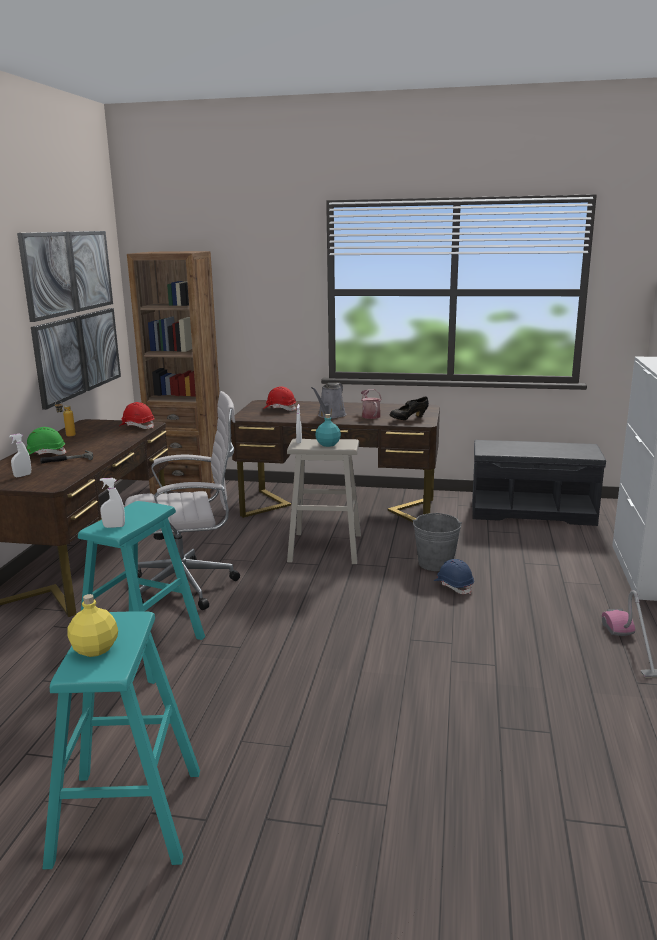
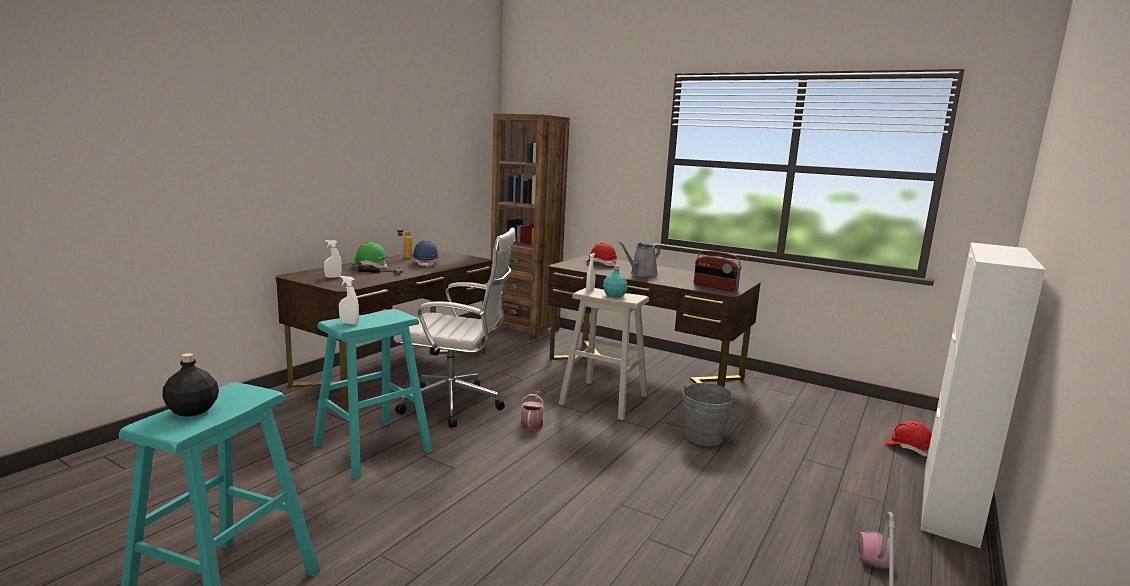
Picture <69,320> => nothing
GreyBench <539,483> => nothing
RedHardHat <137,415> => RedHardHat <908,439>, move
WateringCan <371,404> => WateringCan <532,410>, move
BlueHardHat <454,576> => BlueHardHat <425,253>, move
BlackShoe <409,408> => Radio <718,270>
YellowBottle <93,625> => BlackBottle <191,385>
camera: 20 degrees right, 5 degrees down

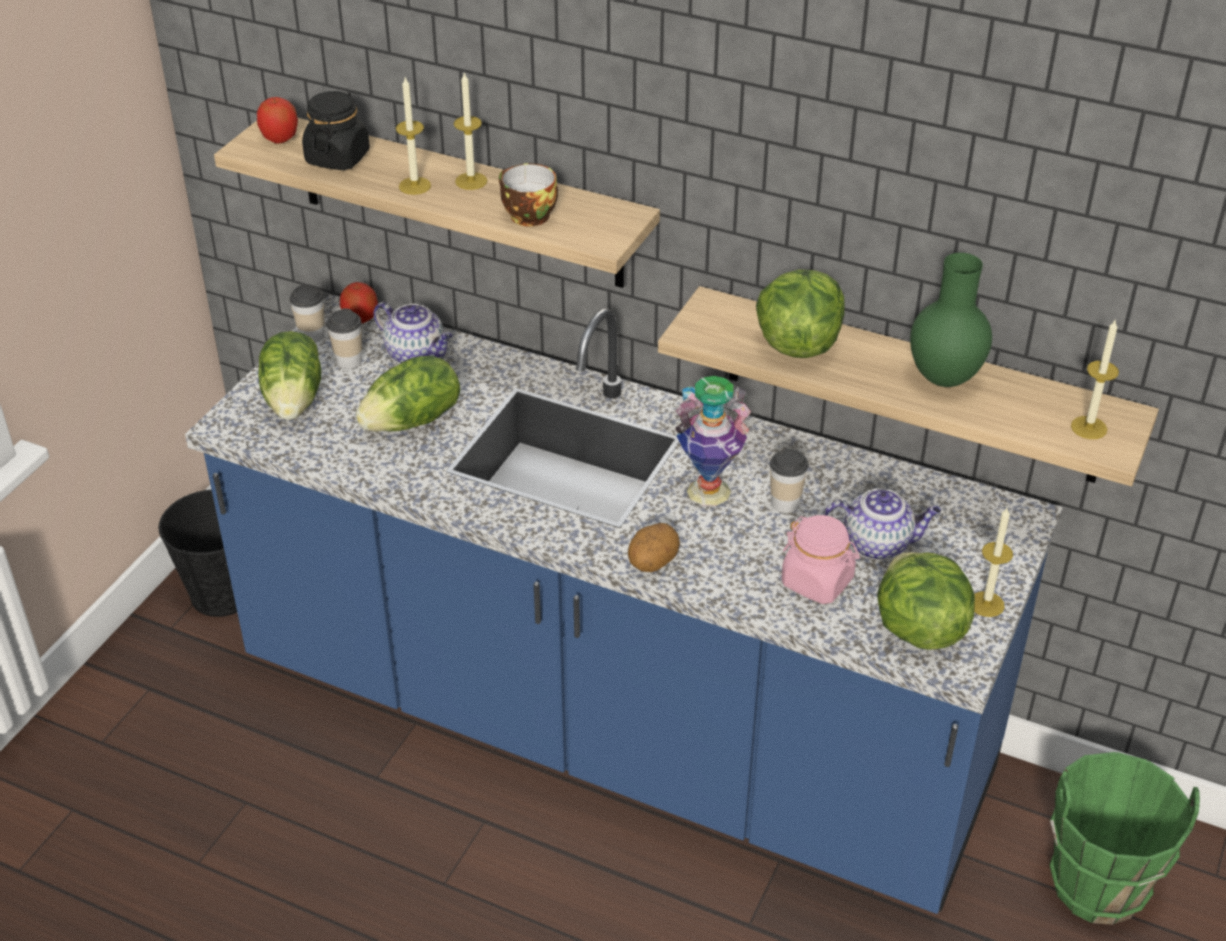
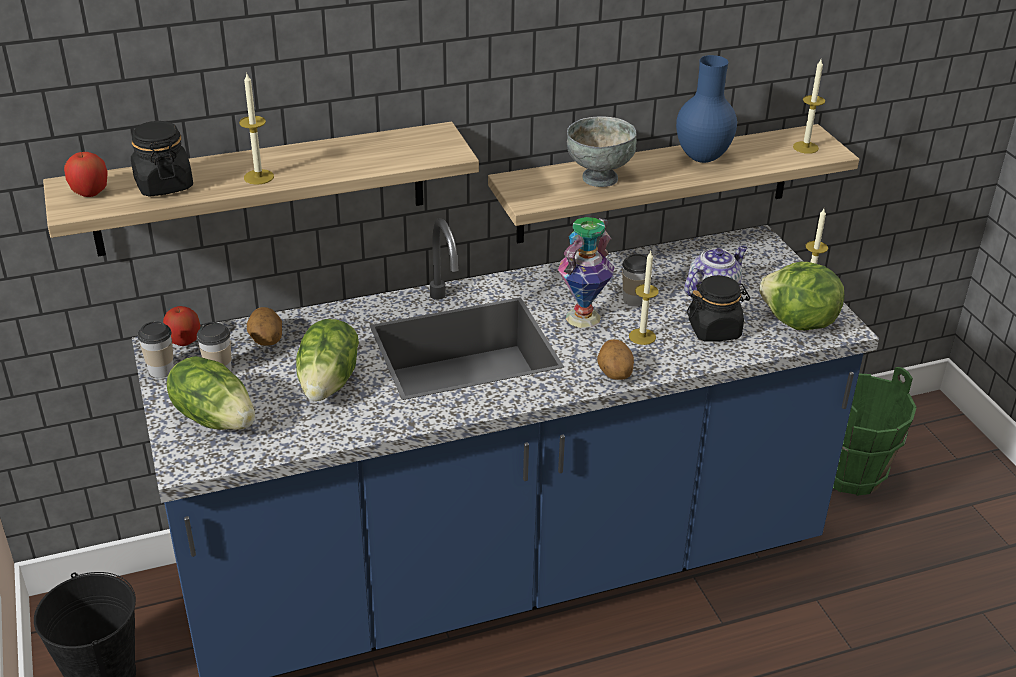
Cup <528,194> => nothing
Candle <470,131> => Candle <644,298>, move
Teapot <413,332> => Potato <264,326>
Lettuce <800,313> => GreyBowl <602,151>
PinkJar <821,559> => BlackJar <718,308>
GreenVase <951,320> => BlueVase <706,109>
camera: 45 degrees left, 5 degrees down

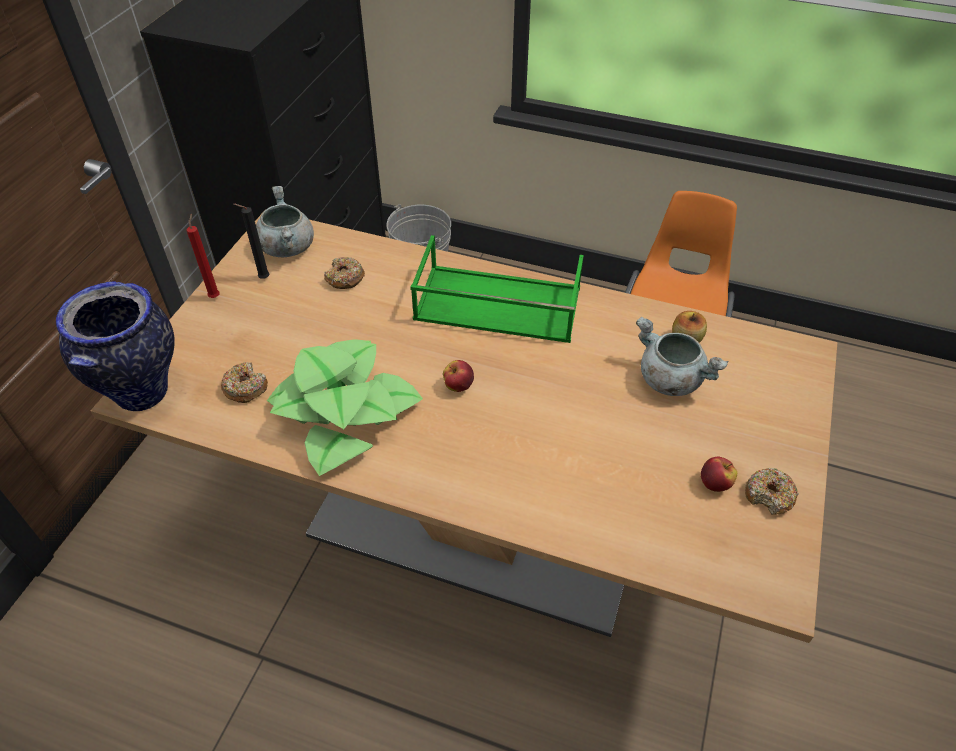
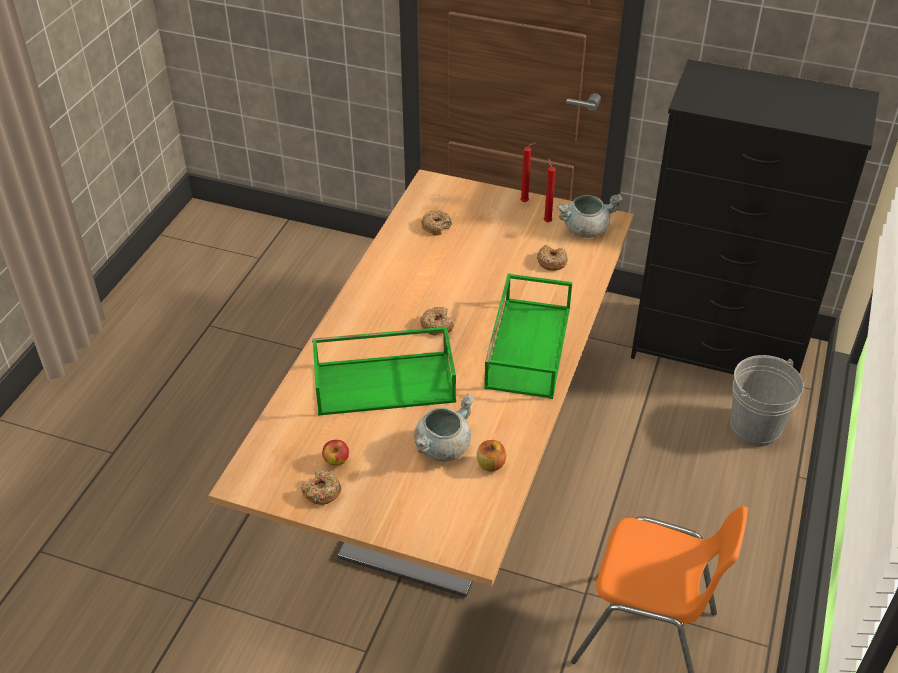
Vase <115,346> => nothing
PottedPlant <345,407> => nothing
nothing => GreenTray <384,371>
Apple <458,376> => Donut <437,321>
BlackCandle <252,241> => RedCandle <550,190>
camera: 90 degrees right, 5 degrees down

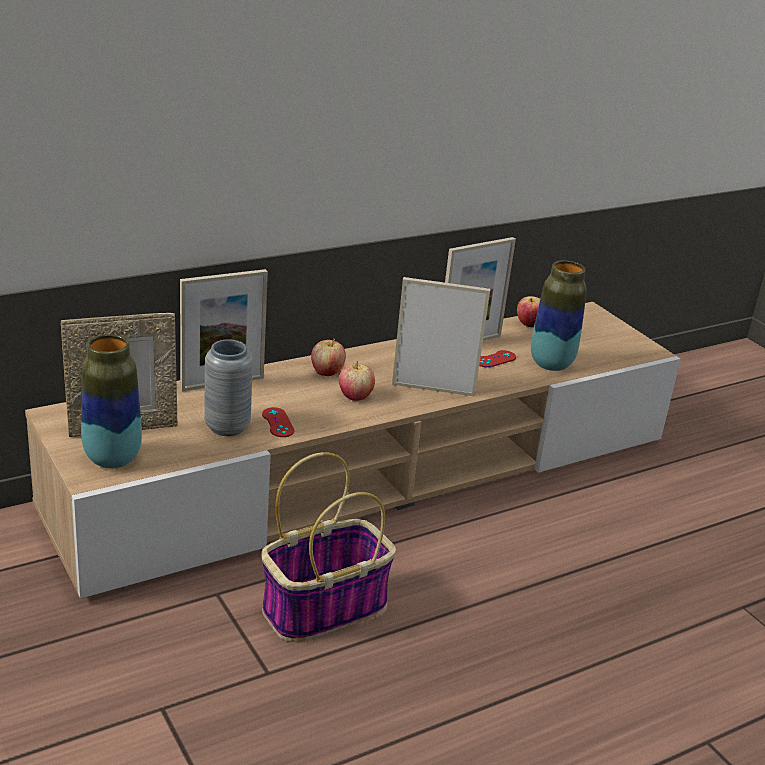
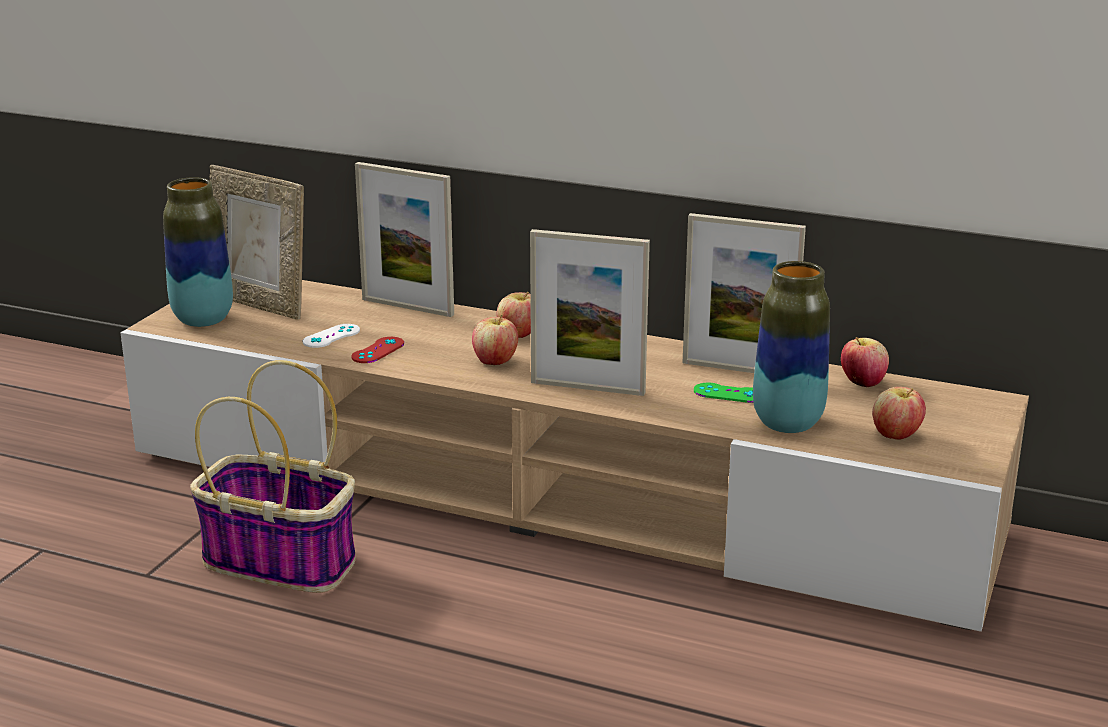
nothing => Apple <899,413>
GreyVase <228,387> => WhiteGameController <331,336>
RedGameController <497,359> => GreenGameController <724,392>
PictureFrame <441,337> => PictureFrame <590,312>, 135 degrees clockwise
camera: 55 degrees right, 5 degrees down

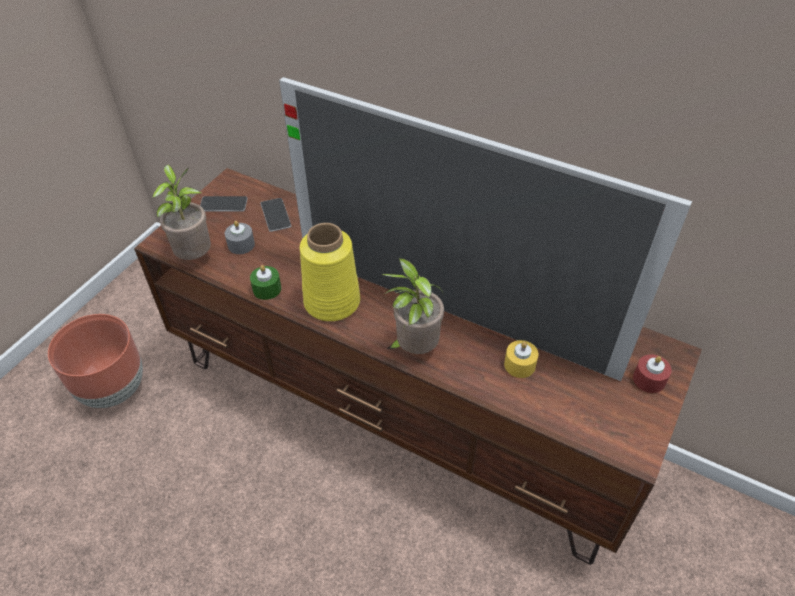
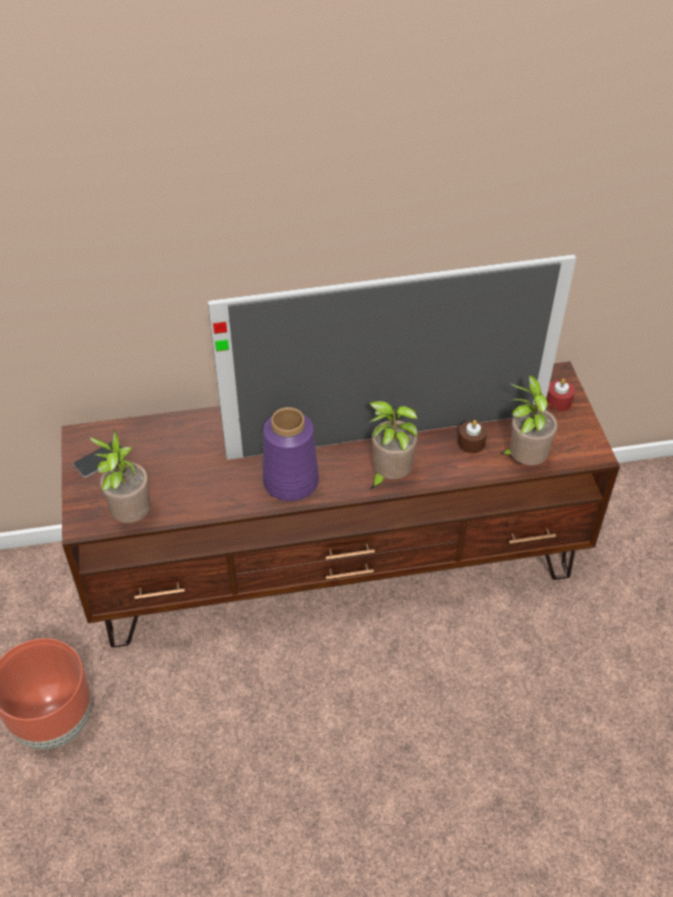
GreyCandle <240,237> => nothing
GreenCandle <265,282> => nothing
Phone <276,215> => nothing
nothing => PottedPlant <529,419>
YellowVase <330,272> => PurpleVase <291,454>
YellowCandle <521,359> => BrownCandle <472,436>
camera: 40 degrees left, 0 degrees up

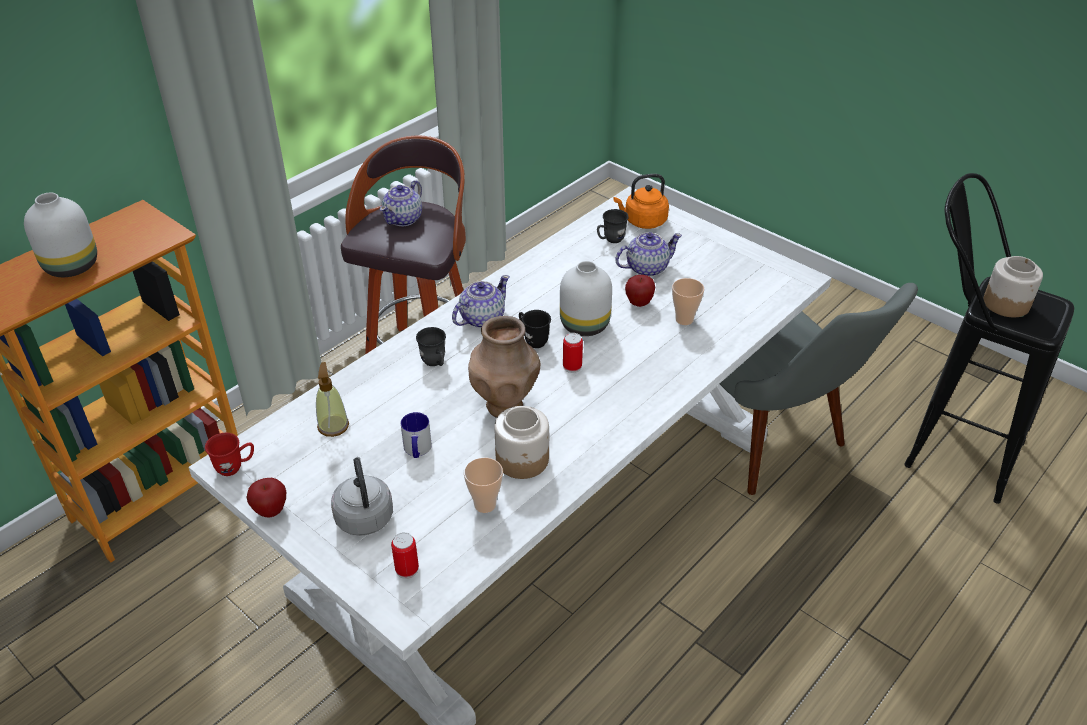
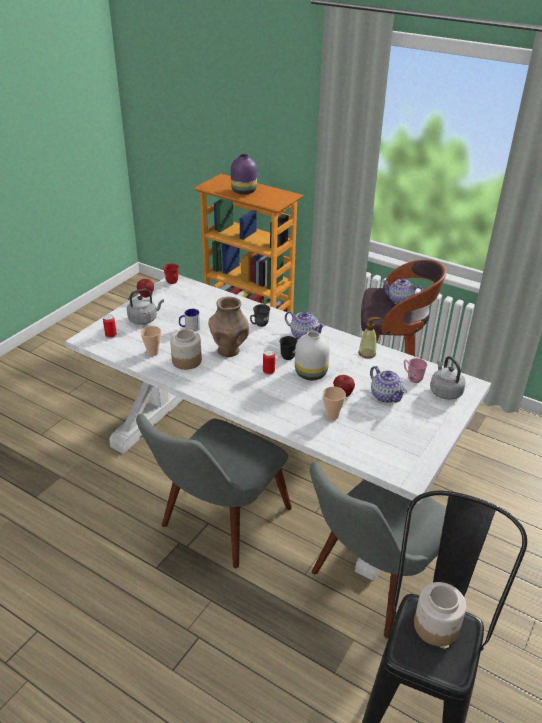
nothing => GreyChair <214,491>
SoapDispenser <332,399> => SoapDispenser <369,338>, move
WhiteVase <60,235> => PurpleVase <244,174>
GreyMug <613,226> => PinkMug <415,370>
OrangeKettle <641,201> => GreyKettle <448,378>
camera: 80 degrees right, 5 degrees down

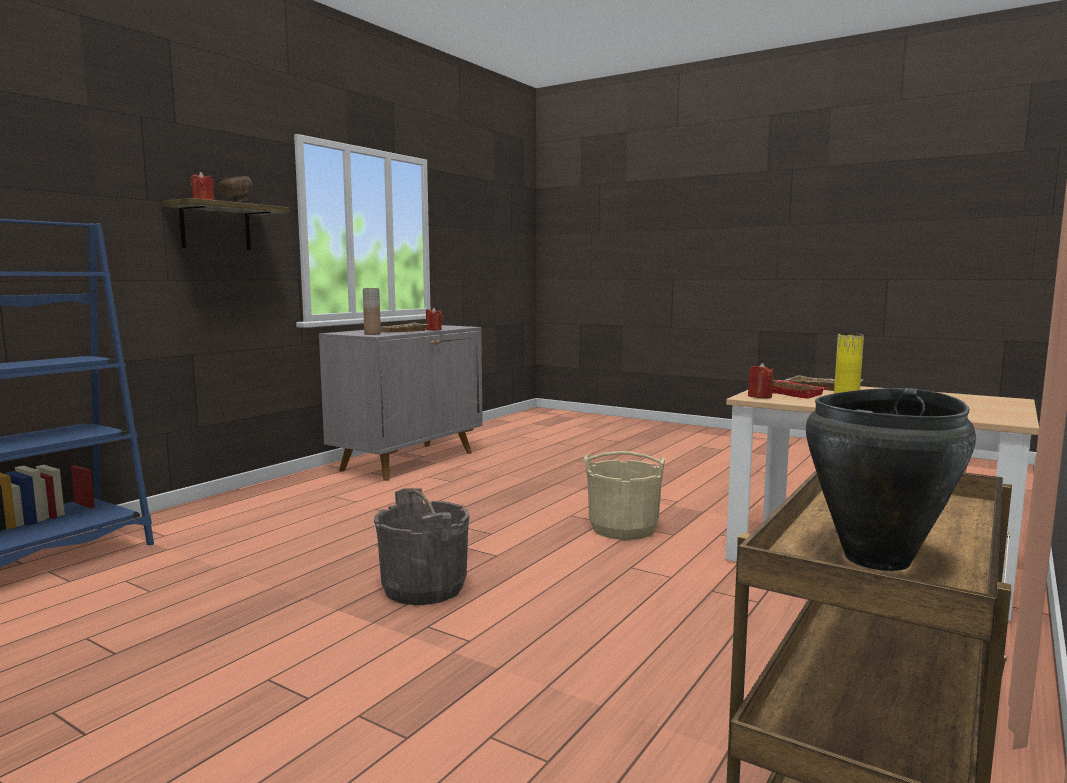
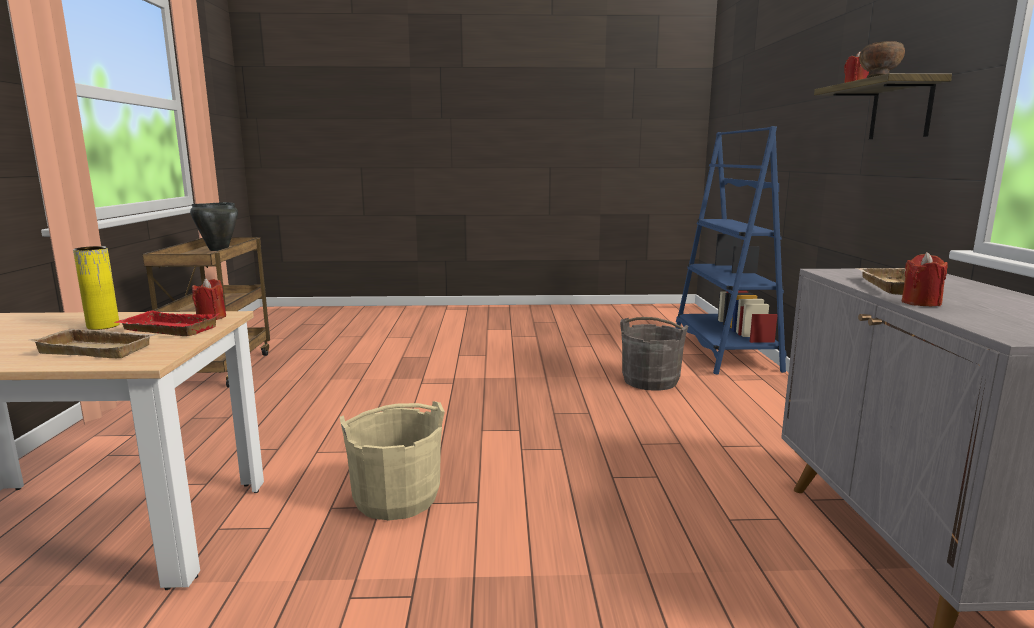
BrownVase <372,311> => nothing
GreyBucket <422,546> => GreyBucket <654,354>, move
camera: 145 degrees right, 5 degrees up

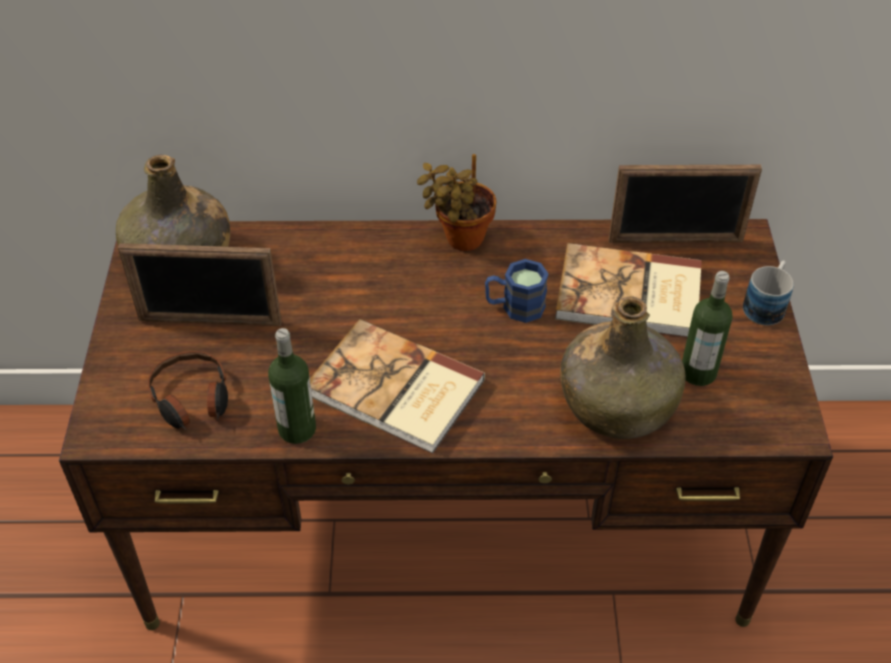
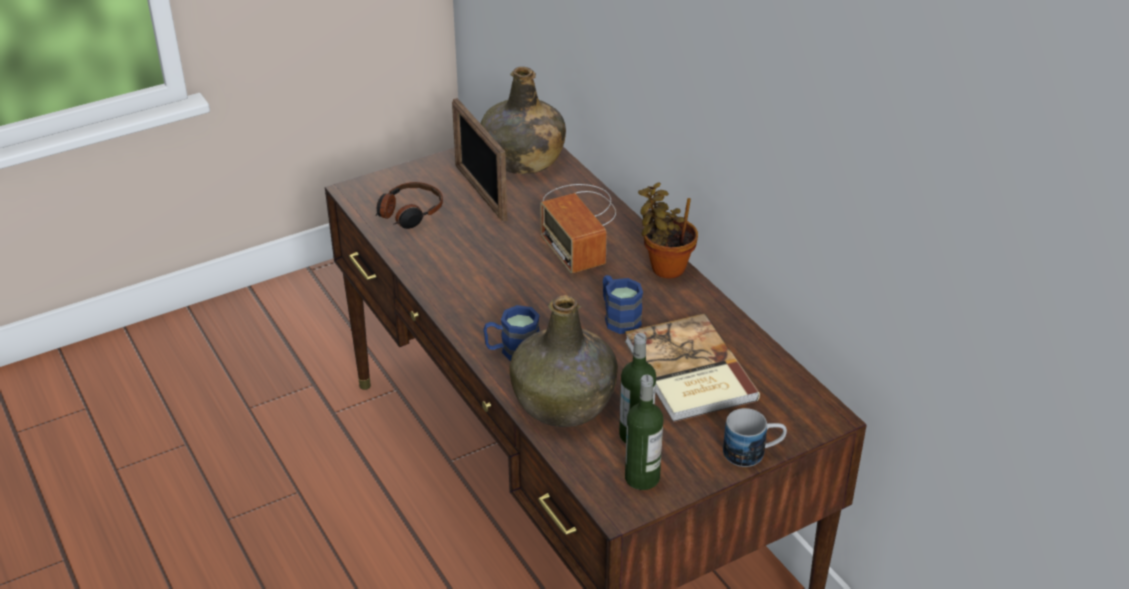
Book <397,386> => nothing
PictureFrame <685,204> => nothing
nothing => BlueMug <512,333>
nothing => Radio <578,229>
Bottle <292,386> => Bottle <644,432>, move
camera: 60 degrees right, 10 degrees down

